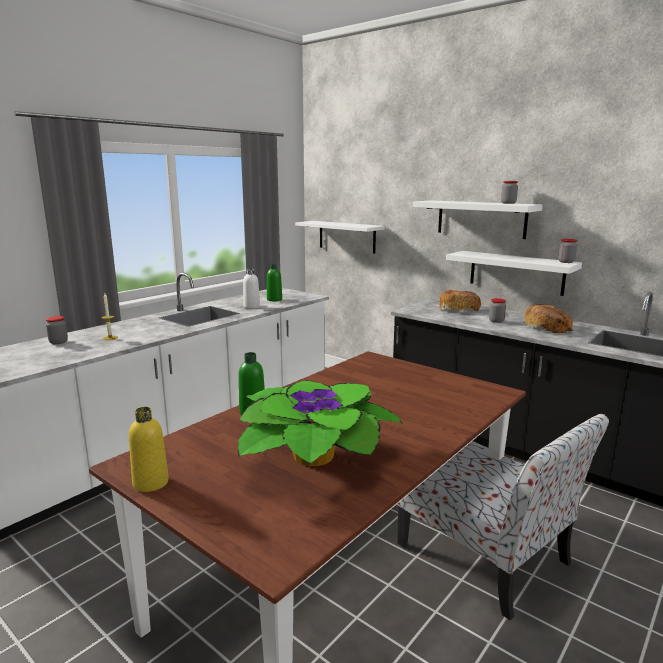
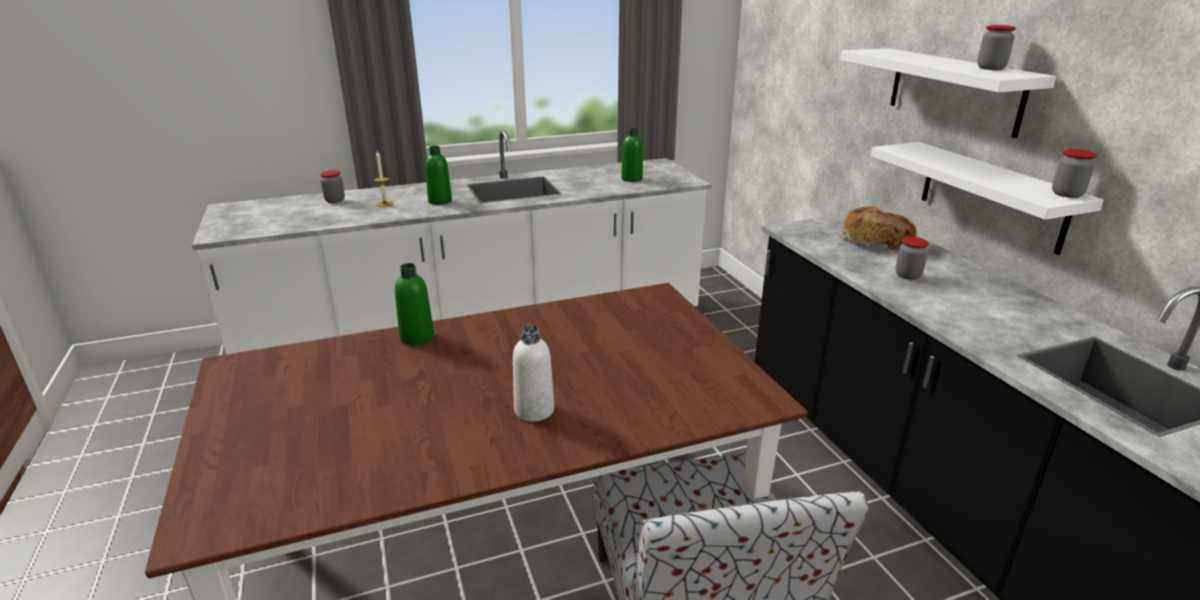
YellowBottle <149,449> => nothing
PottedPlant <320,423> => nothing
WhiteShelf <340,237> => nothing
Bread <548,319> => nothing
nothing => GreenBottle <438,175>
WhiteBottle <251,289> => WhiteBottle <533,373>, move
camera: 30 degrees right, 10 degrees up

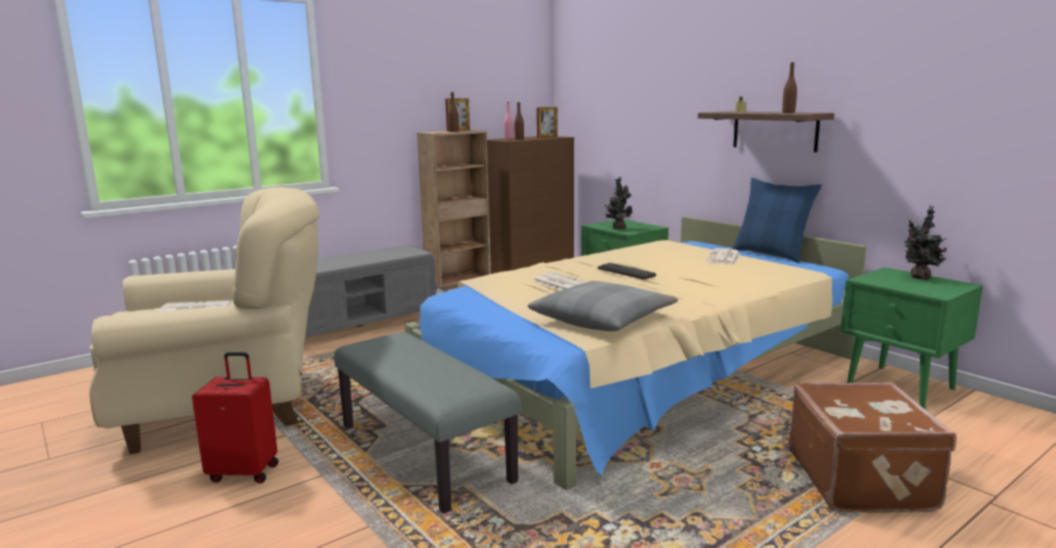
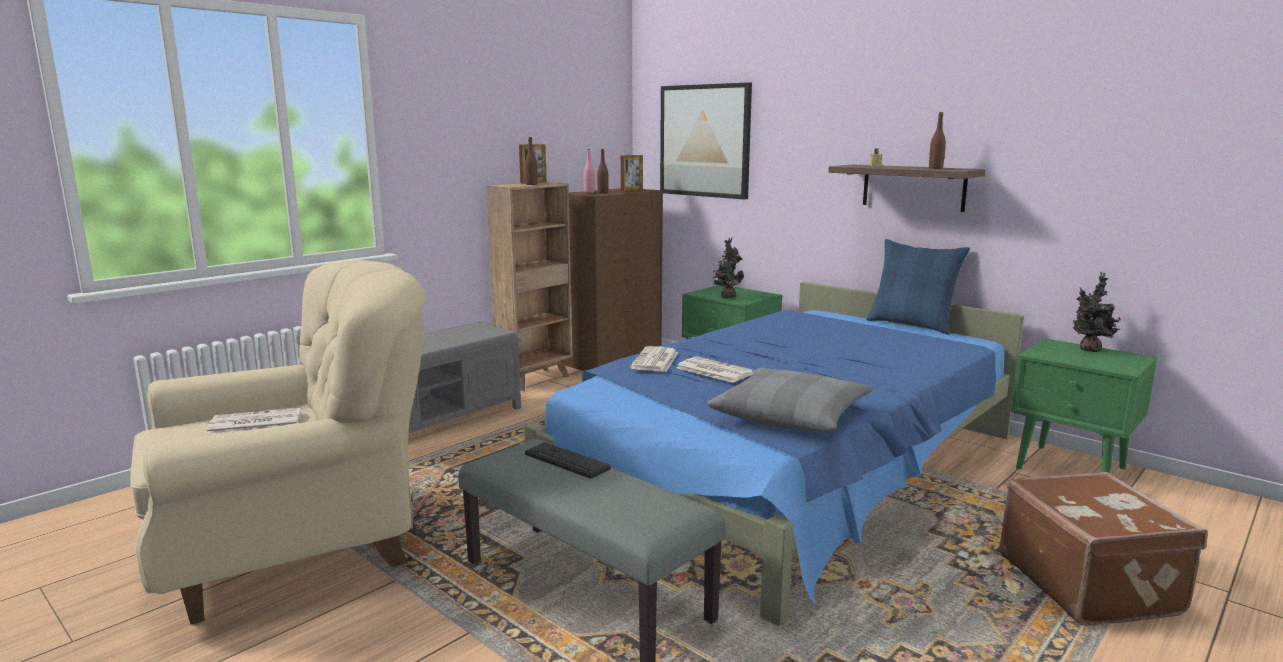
RedSuitcase <235,417> => nothing
nothing => Picture <706,141>
Keyboard <627,271> => Keyboard <568,460>, move
Newspaper <723,256> => Newspaper <654,359>, move
BeigeBed <635,353> => BlueBed <774,454>
camera: 10 degrees left, 0 degrees up

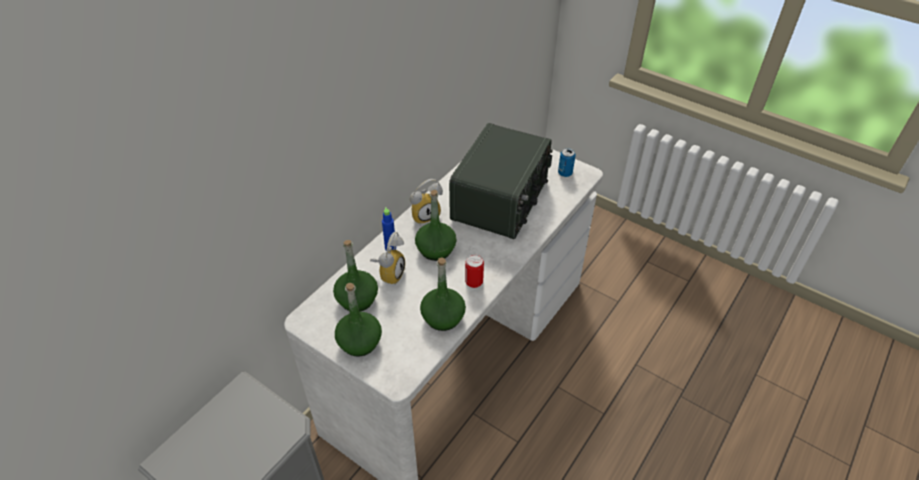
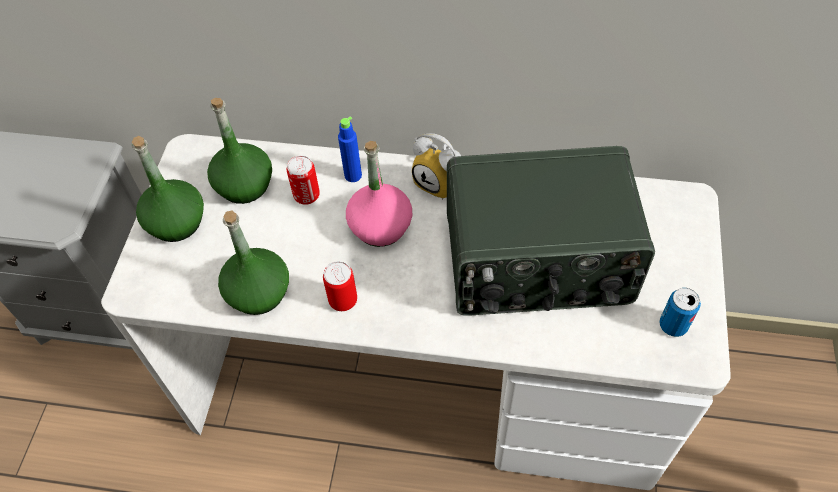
AlarmClock <387,258> => Can <303,180>
GreenBottle <436,225> => PinkBottle <379,194>
camera: 65 degrees right, 10 degrees up

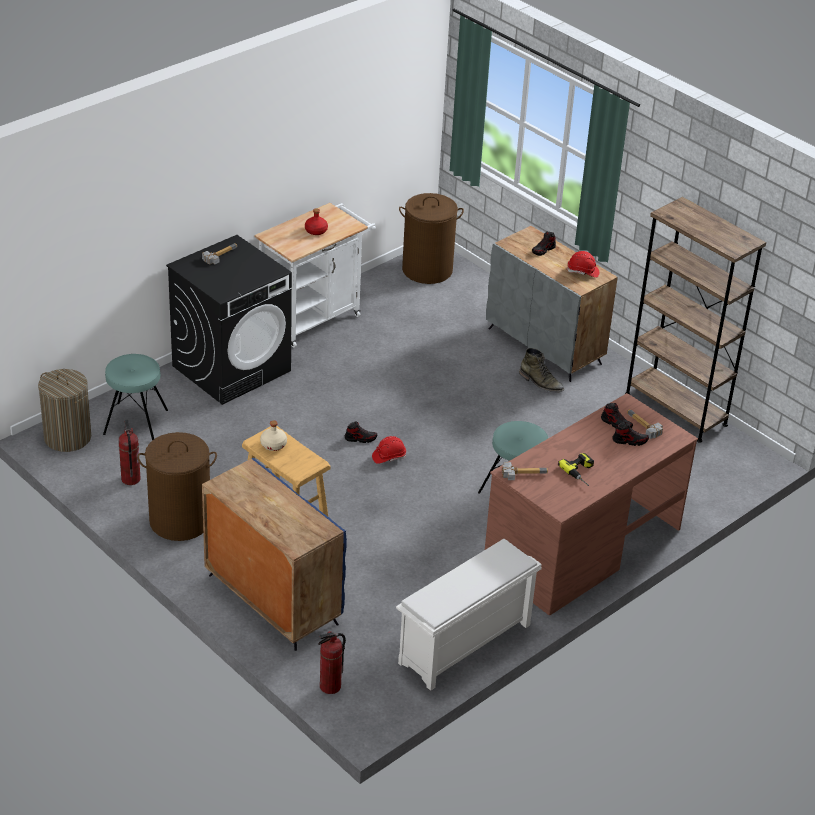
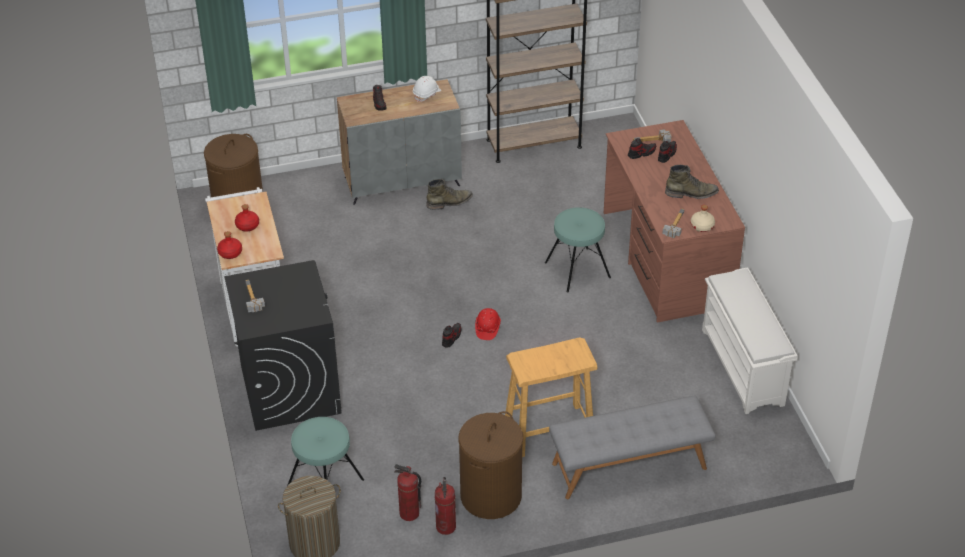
nothing => RedBottle <229,245>
BeigeBottle <273,436> => BeigeBottle <703,218>, move
FireExtinguisher <332,662> => FireExtinguisher <445,506>, move
BlueCabinet <274,554> => GreyBench <632,447>
PowerDrill <576,469> => GreenBoot <692,182>
RedHardHat <583,264> => WhiteHardHat <427,89>
camera: 60 degrees left, 5 degrees up

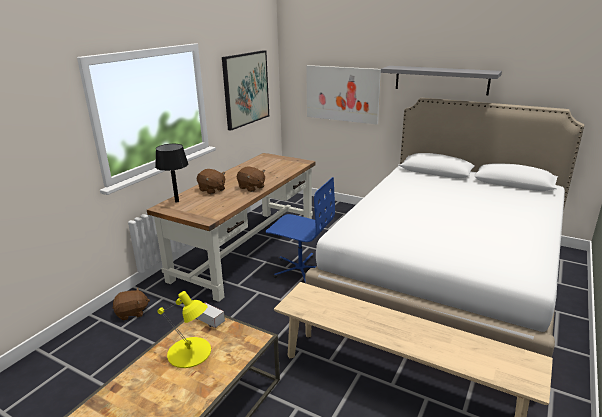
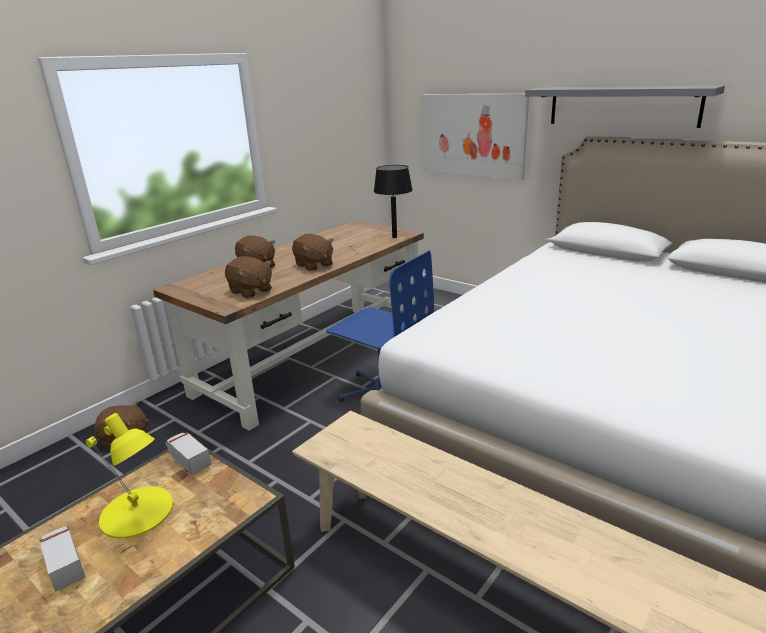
Picture <245,90> => nothing
nothing => ToyTruck <62,559>
nothing => BrownPlushToy <248,277>
BlackTableLamp <171,173> => BlackTableLamp <393,201>, move
camera: 10 degrees right, 0 degrees up

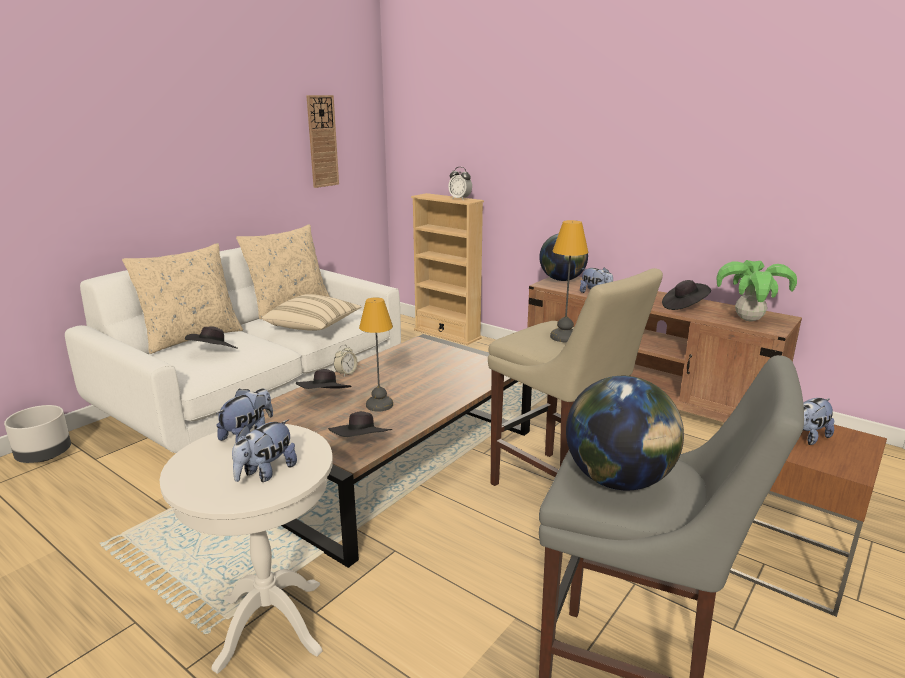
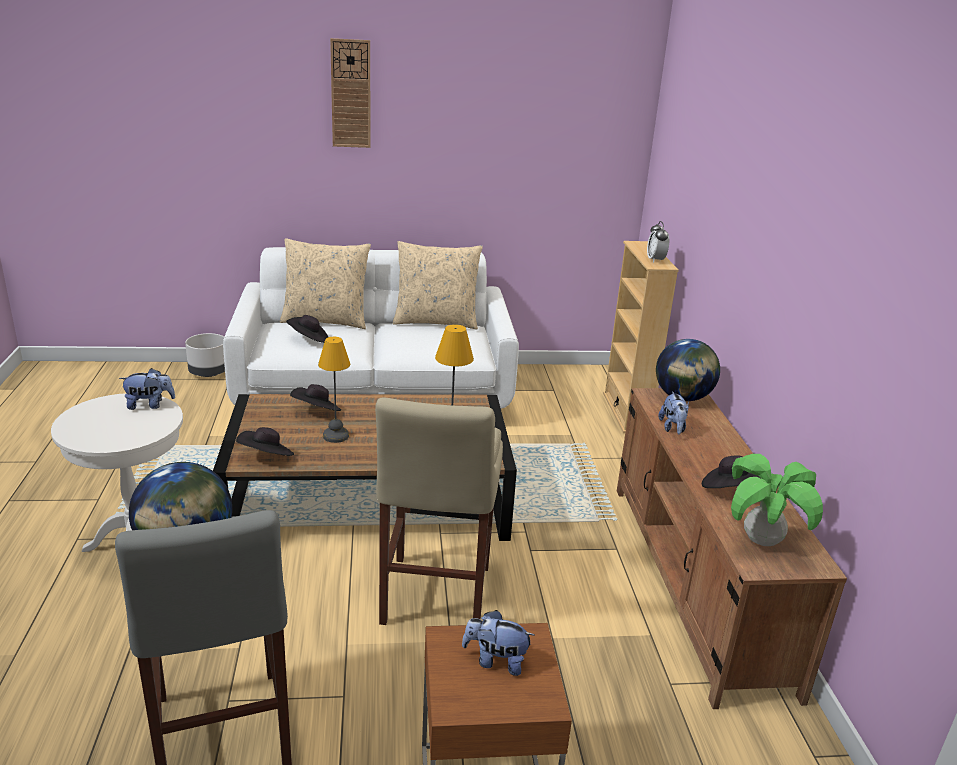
PlushToy <264,450> => nothing
BeigePillow <312,312> => nothing
AlarmClock <346,360> => nothing
WallClock <322,141> => WallClock <350,93>, move
camera: 45 degrees right, 5 degrees up

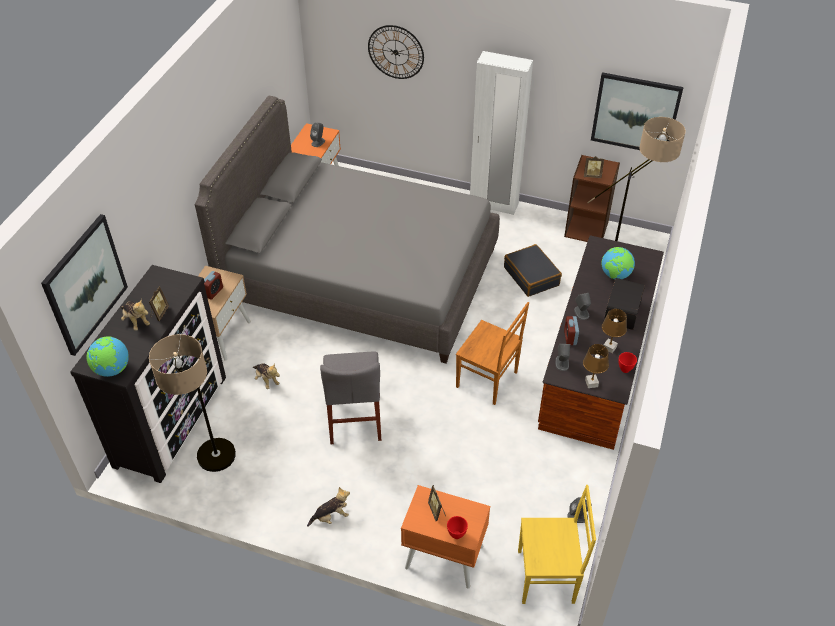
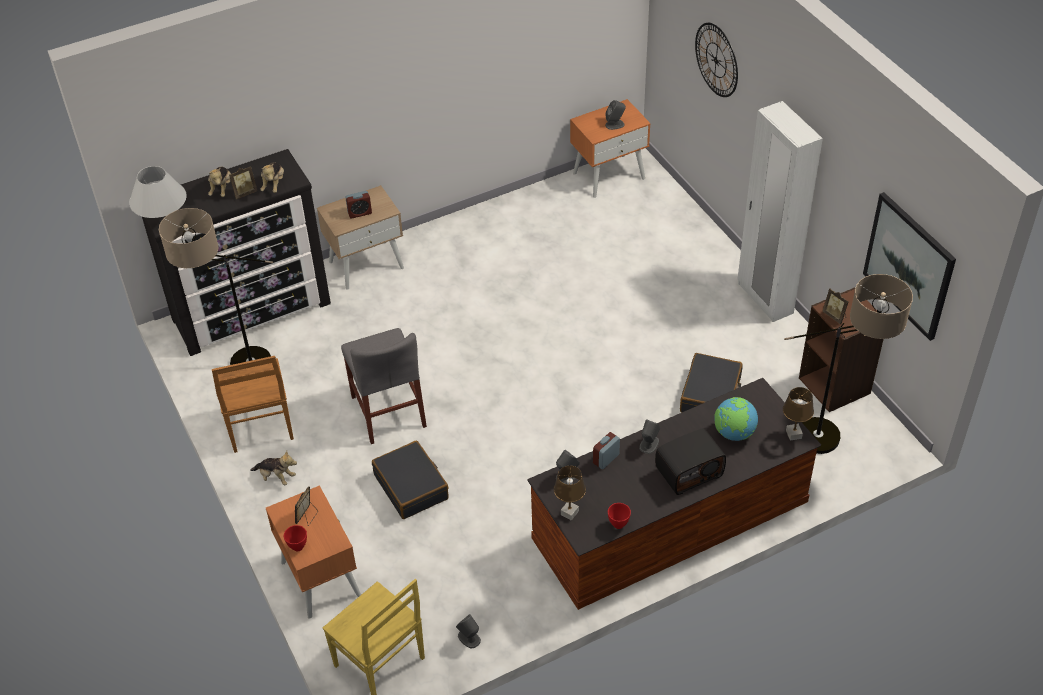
Picture <84,285> => nothing
GreyBed <347,229> => nothing
nothing => BlackSuitcase <410,479>
PlushToy <266,376> => PlushToy <272,177>, move
BrownChair <492,353> => BrownChair <253,404>, move
BrownTableLamp <614,331> => BrownTableLamp <798,414>, move
Globe <108,357> => WhiteTableLamp <158,192>
GreyChair <351,398> => GreyChair <384,386>, 60 degrees counterclockwise
camera: 45 degrees right, 0 degrees up

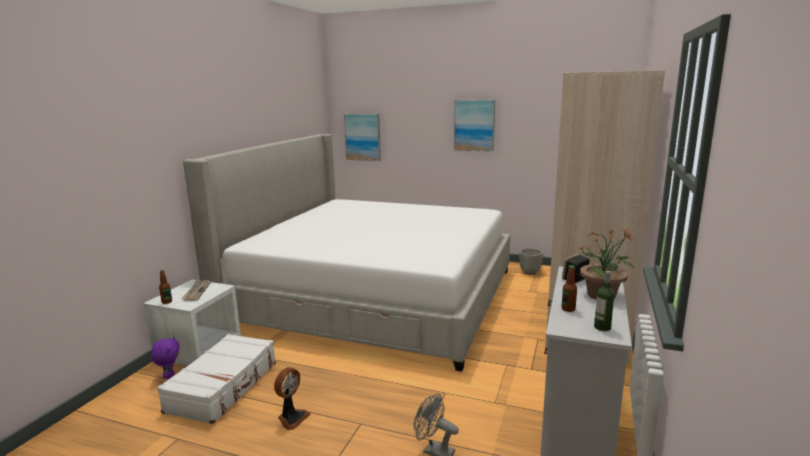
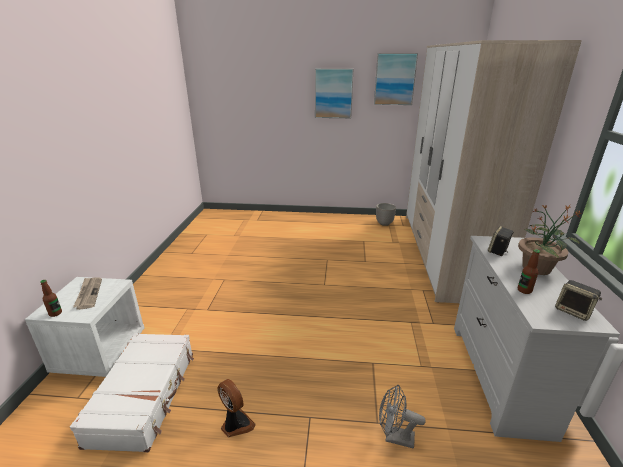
PurplePlushToy <165,358> => nothing
Bed <346,253> => nothing
Picture <362,137> => Picture <396,79>, move
Bottle <604,301> => Speaker <578,300>
Fan <292,398> => Fan <236,408>, 60 degrees counterclockwise
camera: 15 degrees left, 10 degrees up

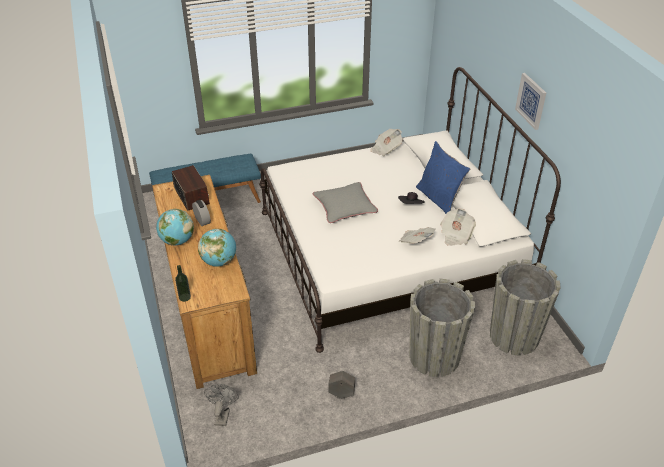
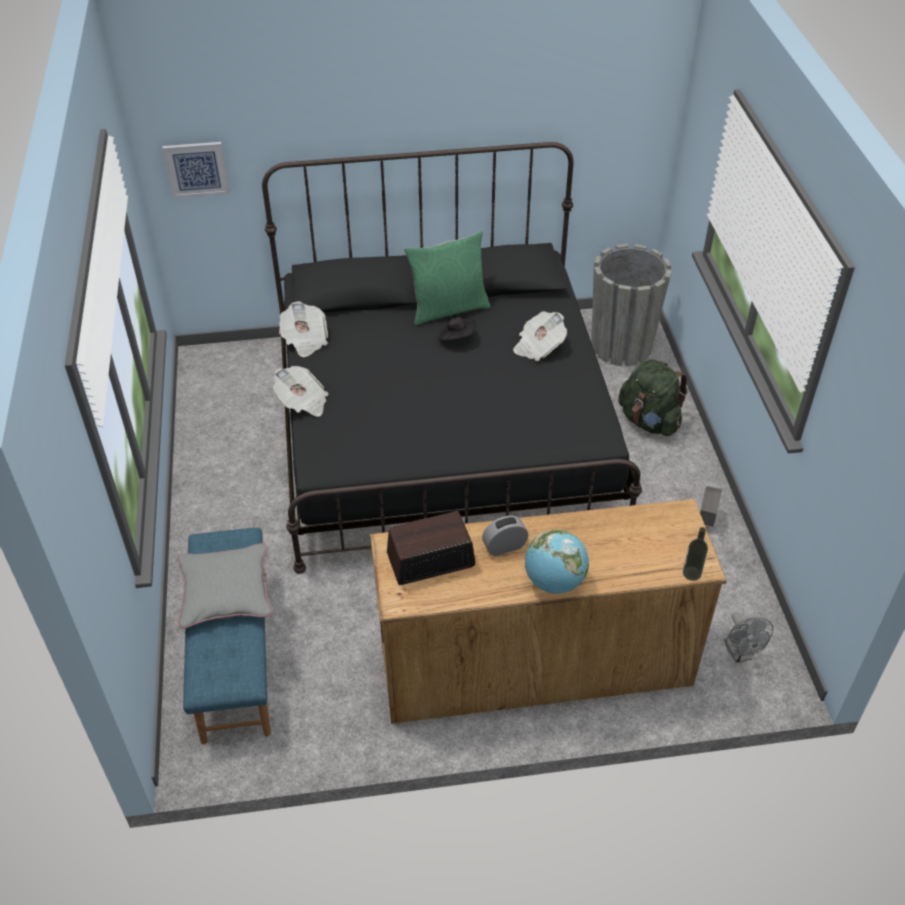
Globe <217,248> => nothing
GreyPillow <345,202> => GreyPillow <225,586>, move
Newspaper <458,227> => Newspaper <300,391>, move
Picture <530,101> => Picture <196,170>, move
GreyPlanter <442,328> => GreenBackpack <653,397>
WhiteBed <410,210> => BlackBed <452,357>
BluePillow <443,177> => GreenPillow <447,278>
GreyFan <221,405> => GreyFan <748,637>, 120 degrees counterclockwise
camera: 80 degrees left, 5 degrees up

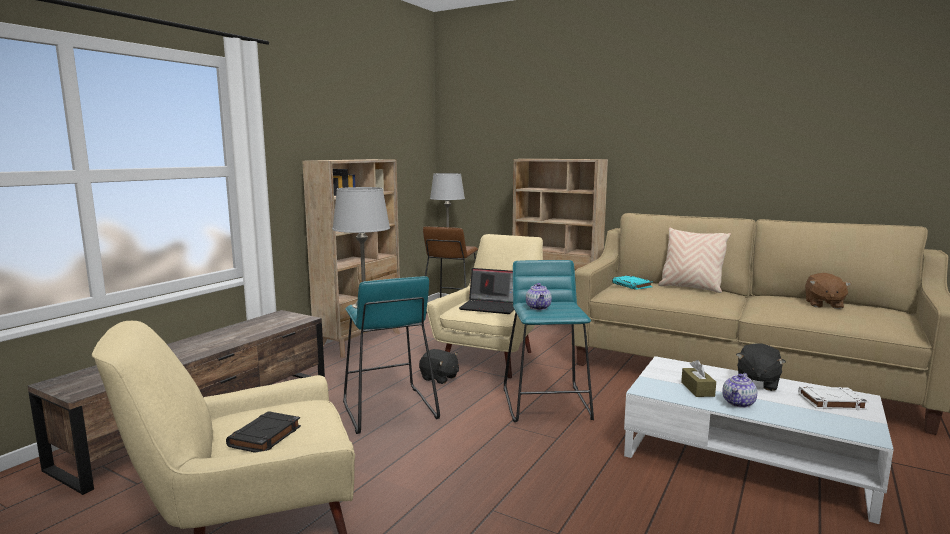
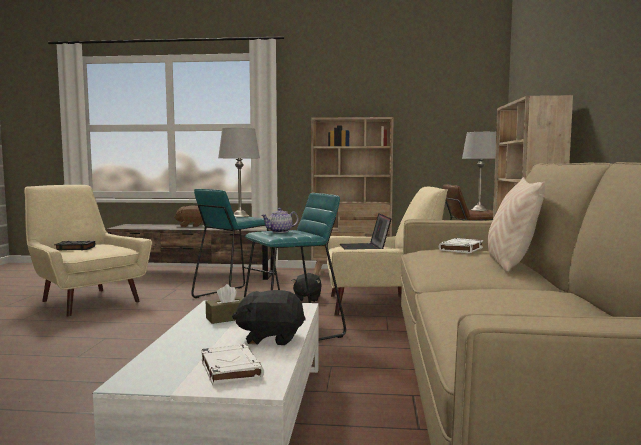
Teapot <739,390> => nothing
BrownPlushToy <828,291> => BrownPlushToy <188,216>, move
TurquoiseBook <632,282> => WhiteBook <461,245>
camera: 65 degrees right, 5 degrees down

